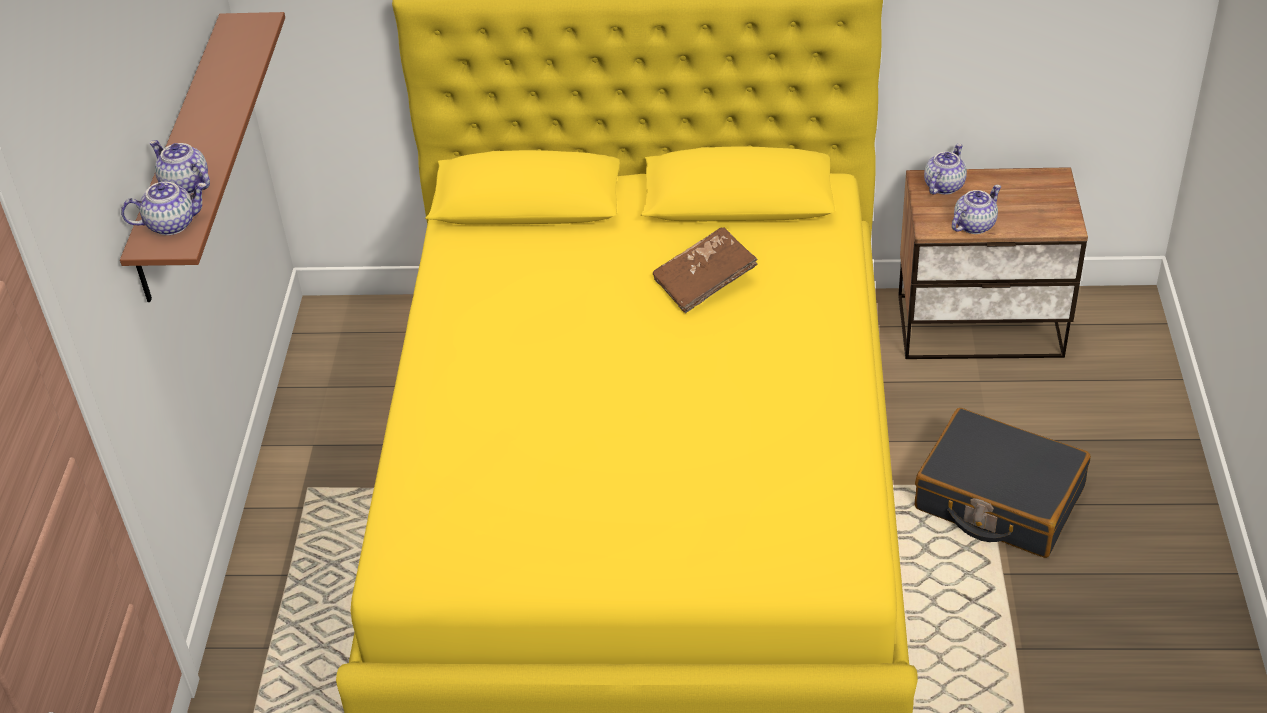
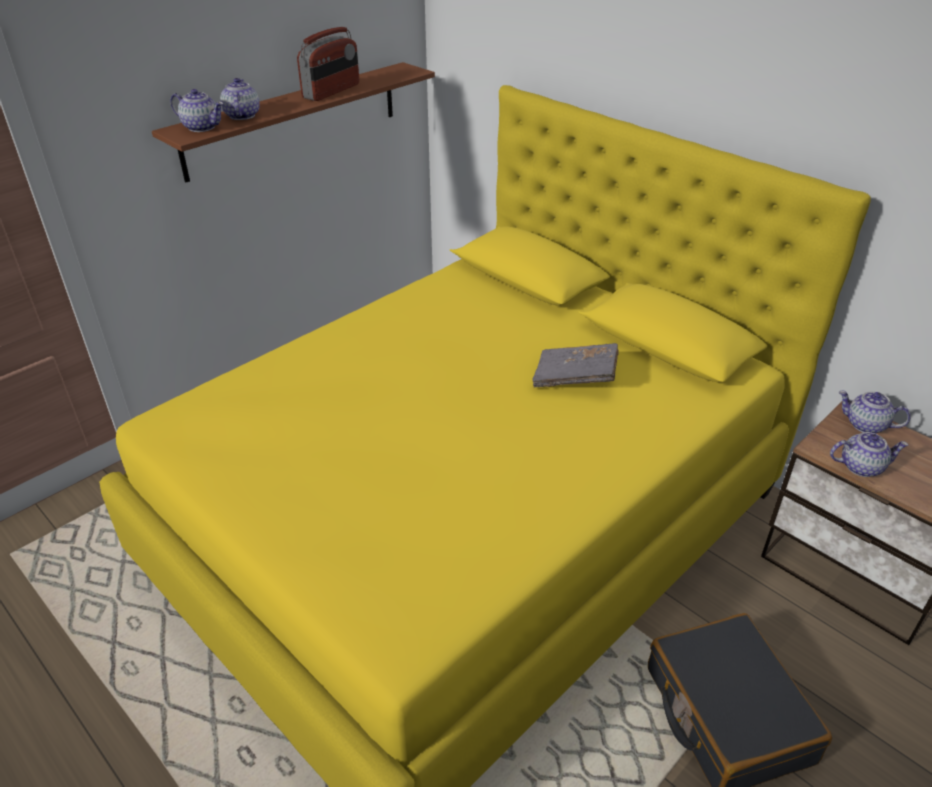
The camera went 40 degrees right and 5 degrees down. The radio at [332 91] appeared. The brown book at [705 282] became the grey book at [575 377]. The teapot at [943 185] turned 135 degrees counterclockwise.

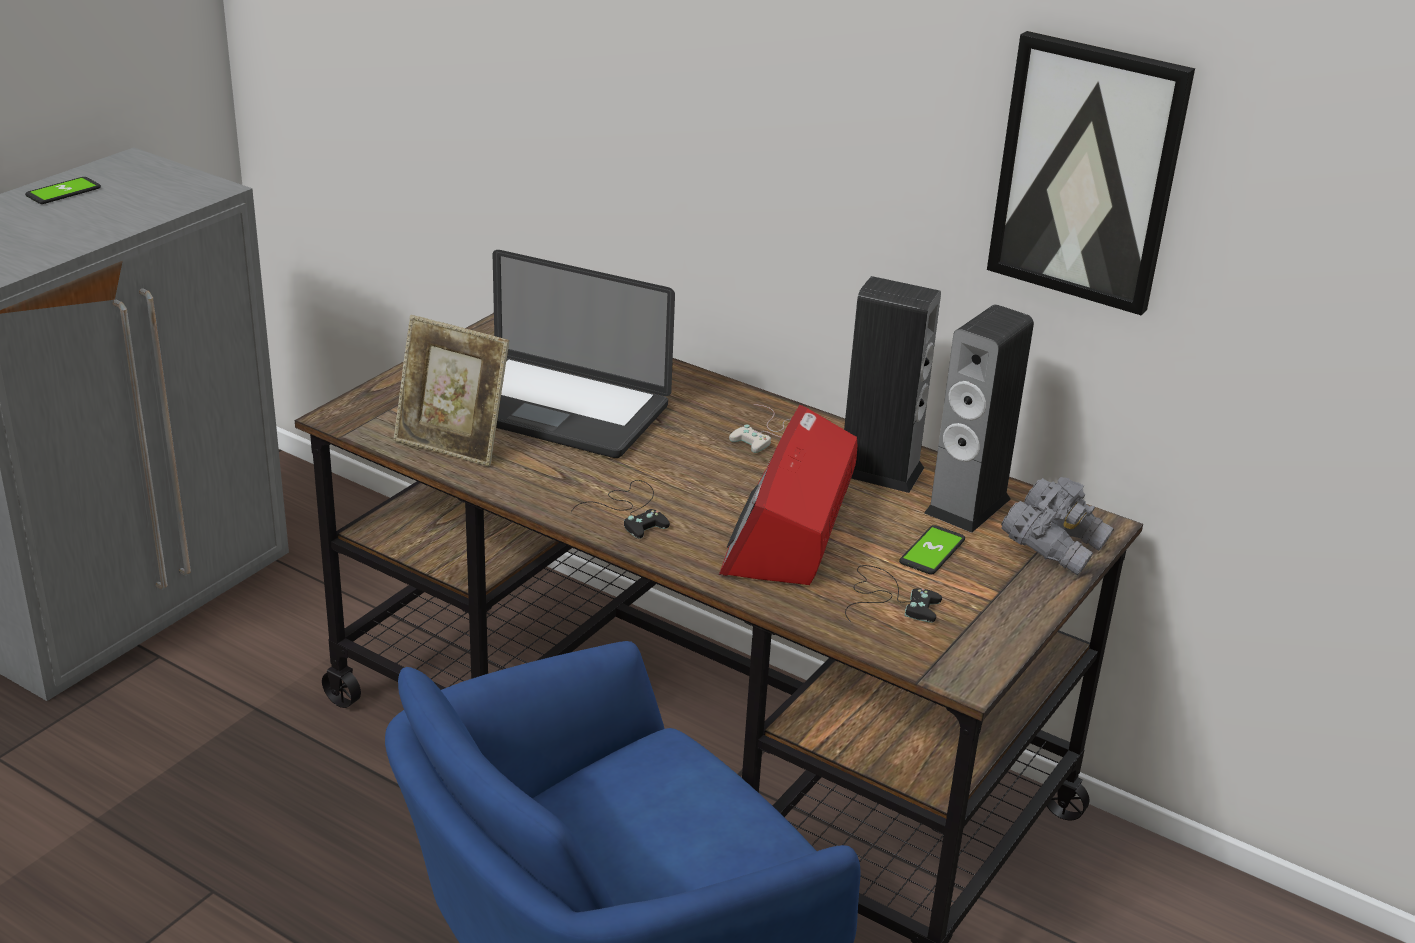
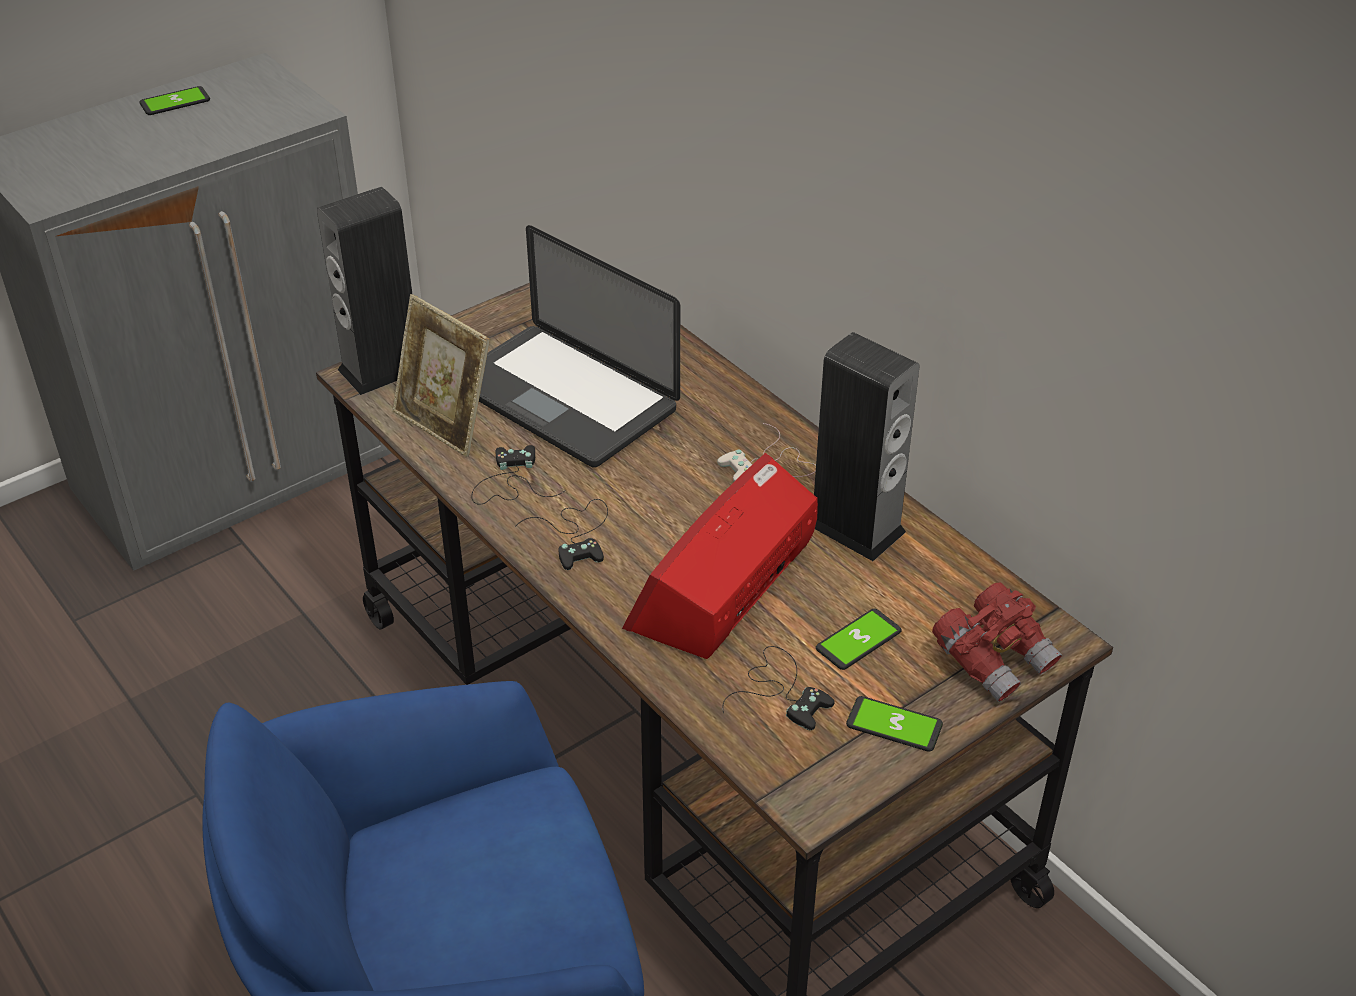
The camera went 20 degrees right and 10 degrees up. The speaker moved from [967 506] to [382 369]. The black game controller at [510 482] appeared. The phone at [894 725] appeared. The grey binoculars at [1053 547] became the red binoculars at [994 659]. The picture at [1087 172] disappeared.

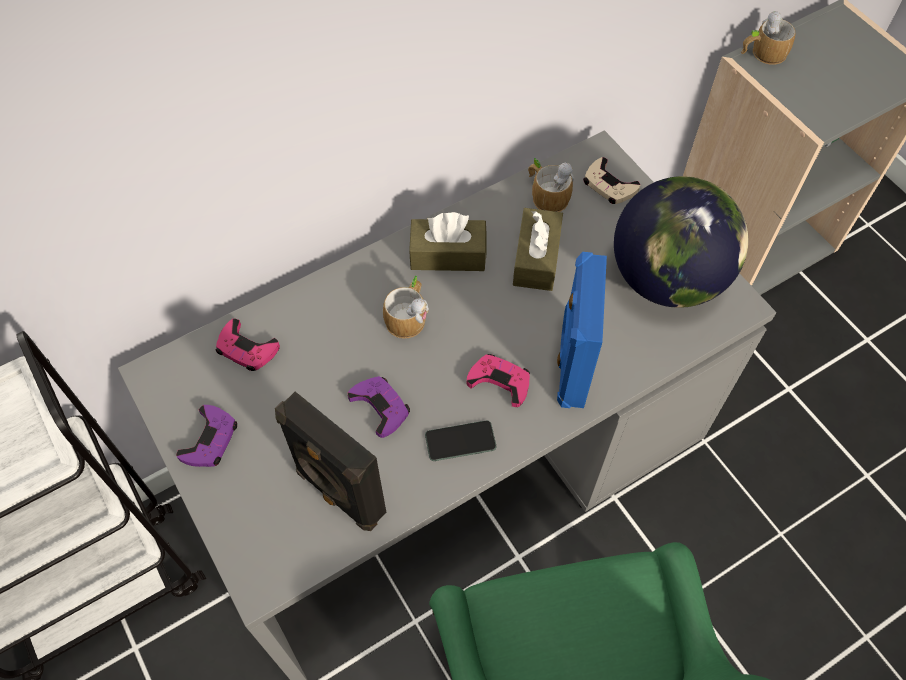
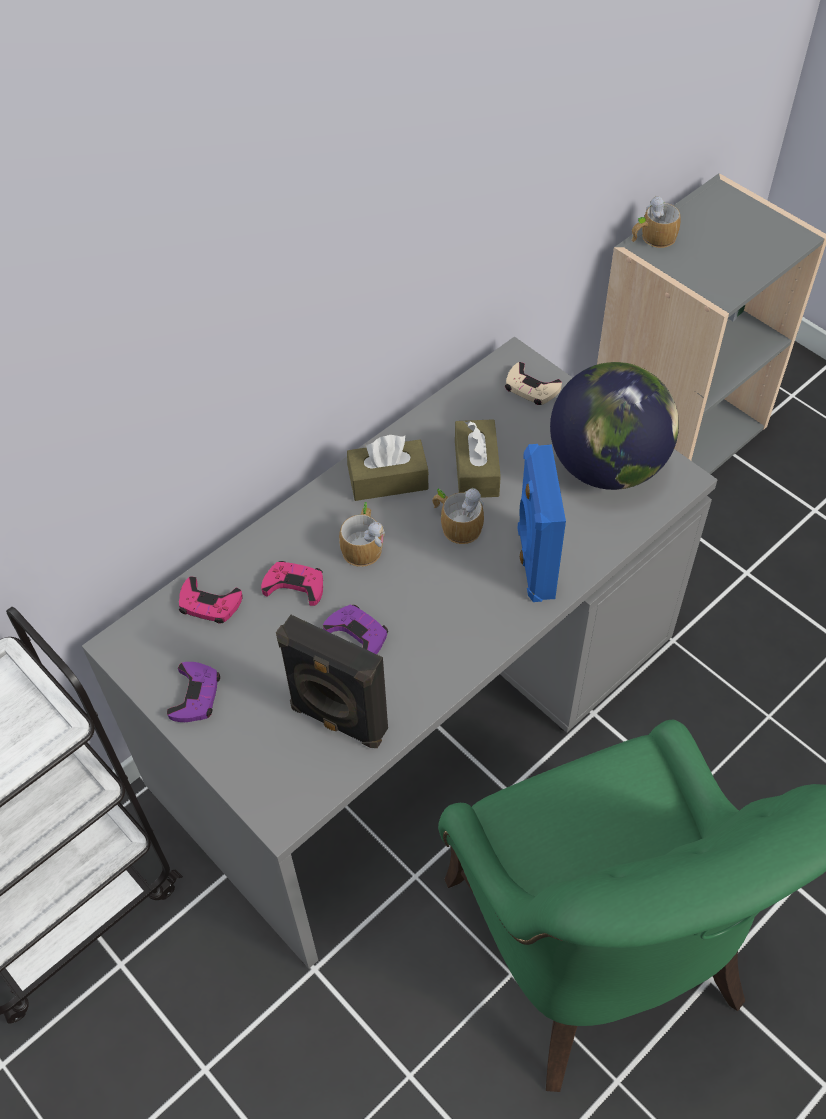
The camera went 10 degrees left and 5 degrees down. The pink game controller moved from [500 381] to [295 585]. The mug moved from [546 194] to [456 523]. The phone at [460 441] disappeared.

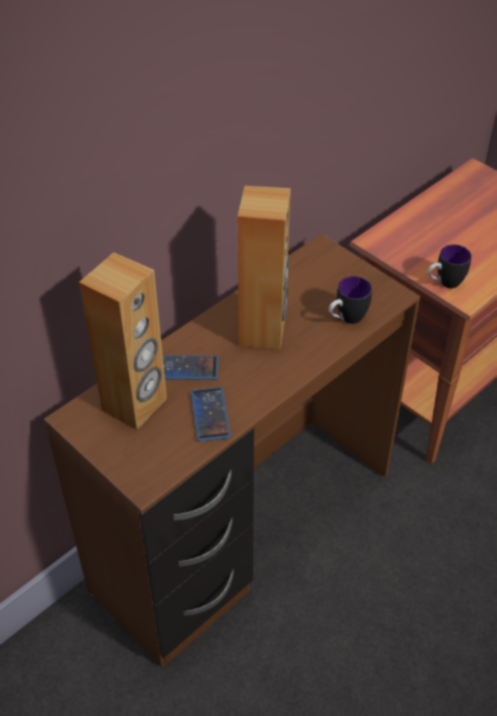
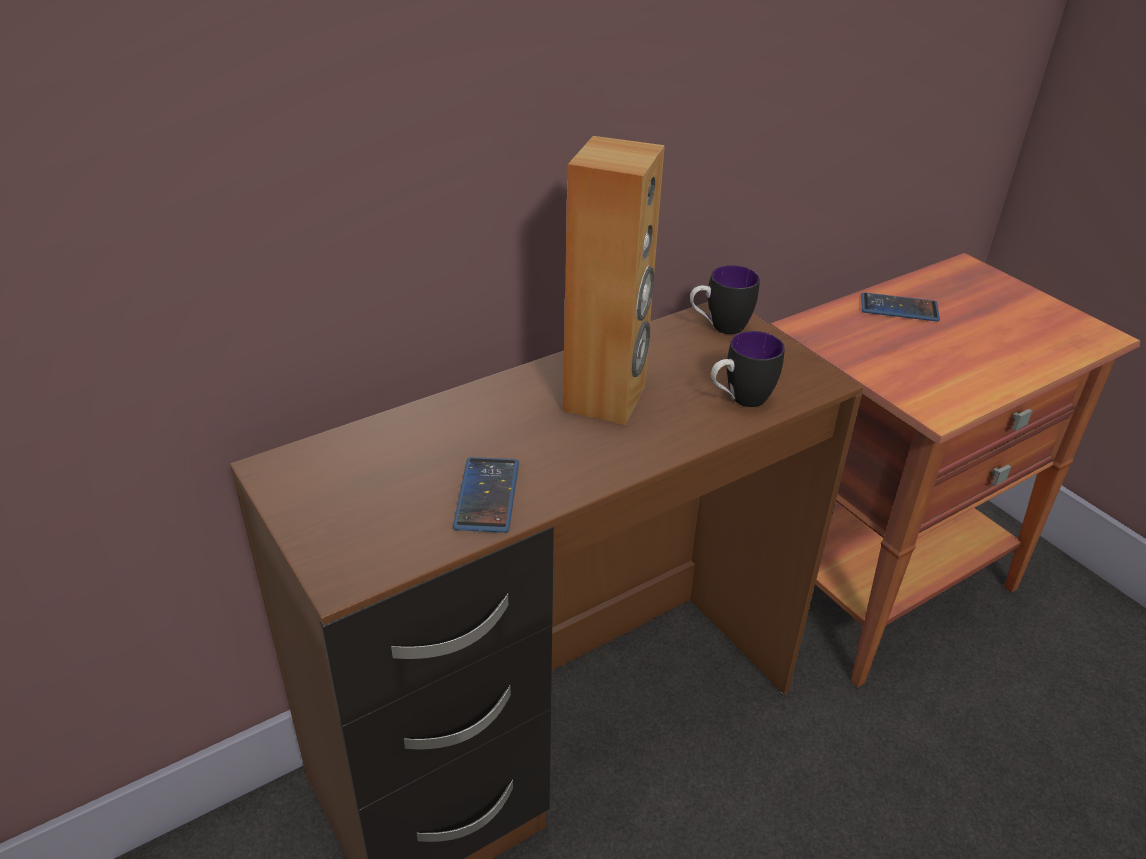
The camera went 10 degrees right and 10 degrees down. The mug moved from [444 283] to [719 327]. The phone moved from [186 368] to [899 308]. The brown speaker at [135 405] disappeared.

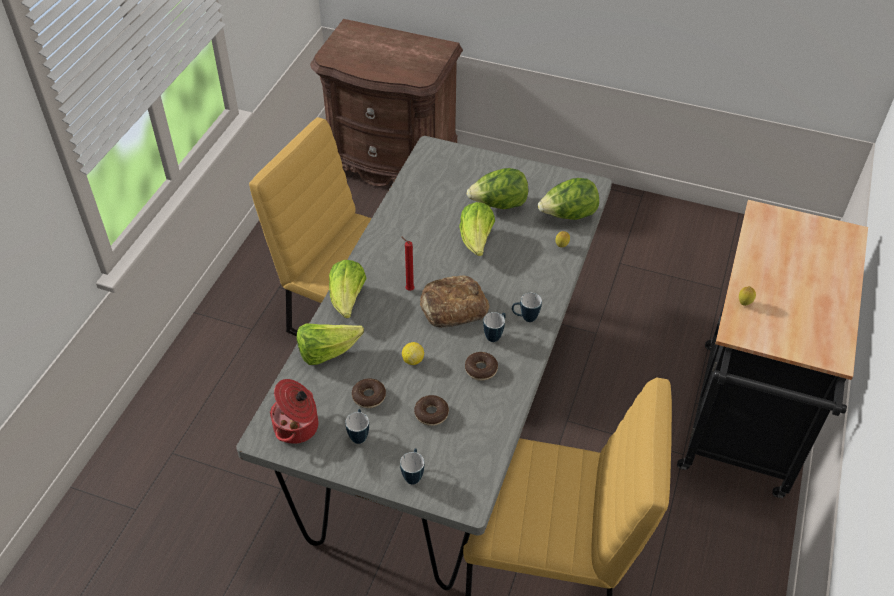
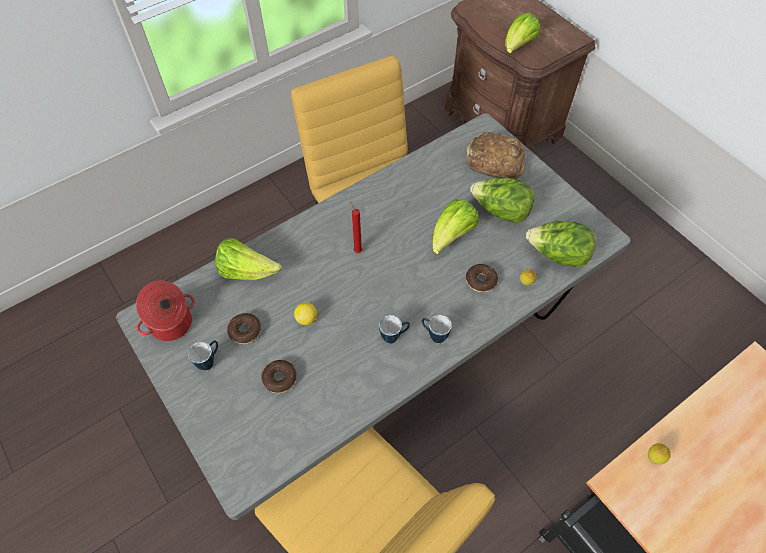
The camera went 35 degrees right and 10 degrees up. The bread moved from [452 307] to [494 161]. The donut moved from [481 369] to [481 281]. The lettuce moved from [347 300] to [518 46]. The mug at [413 474] disappeared.

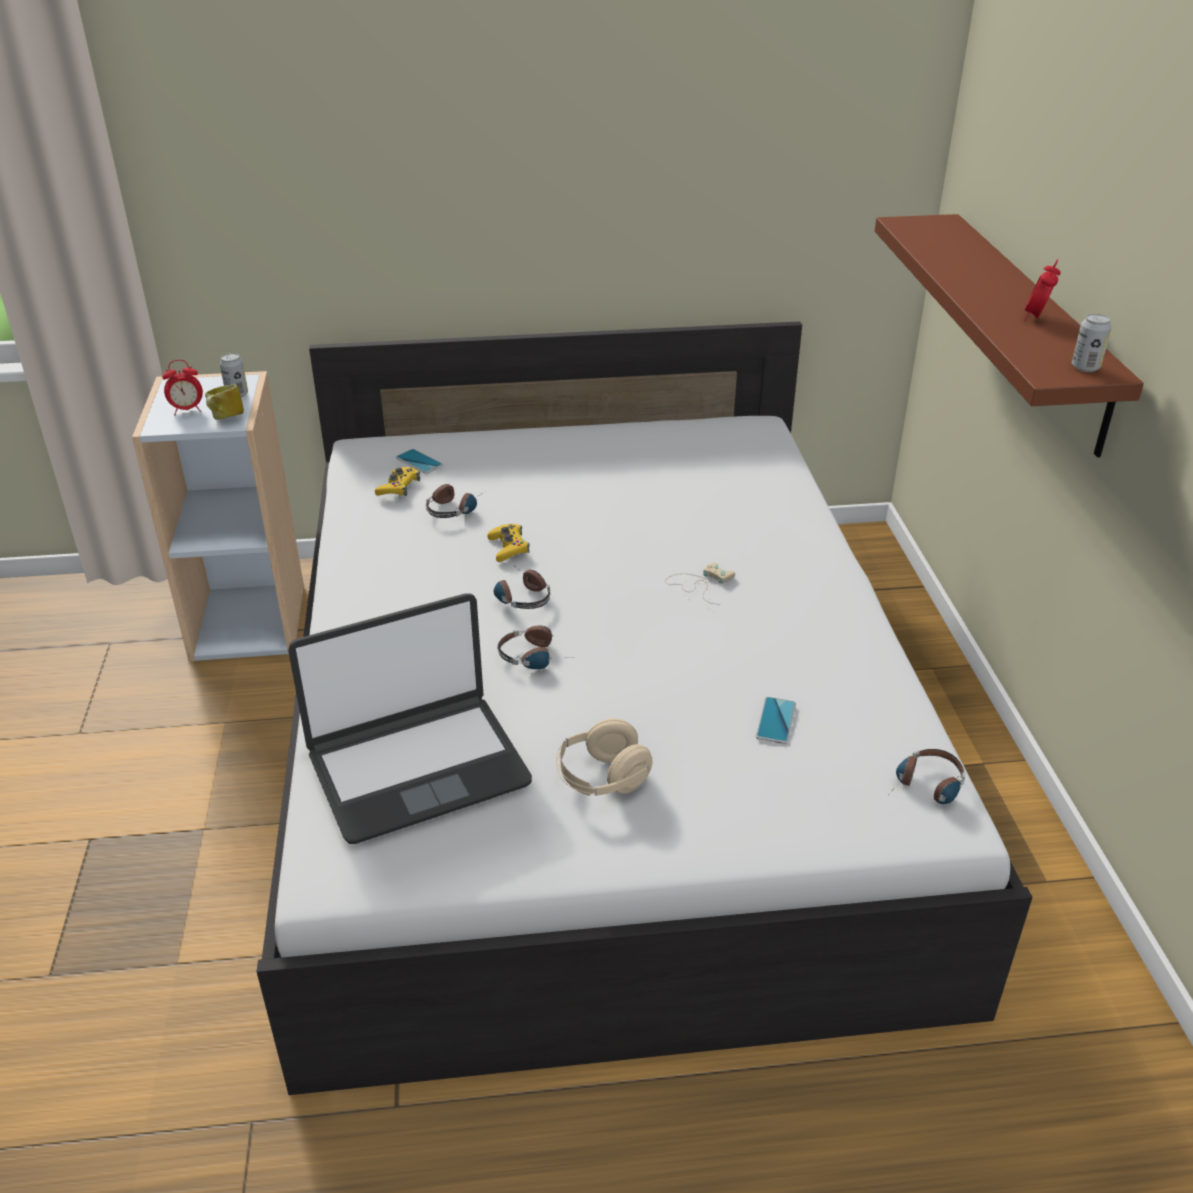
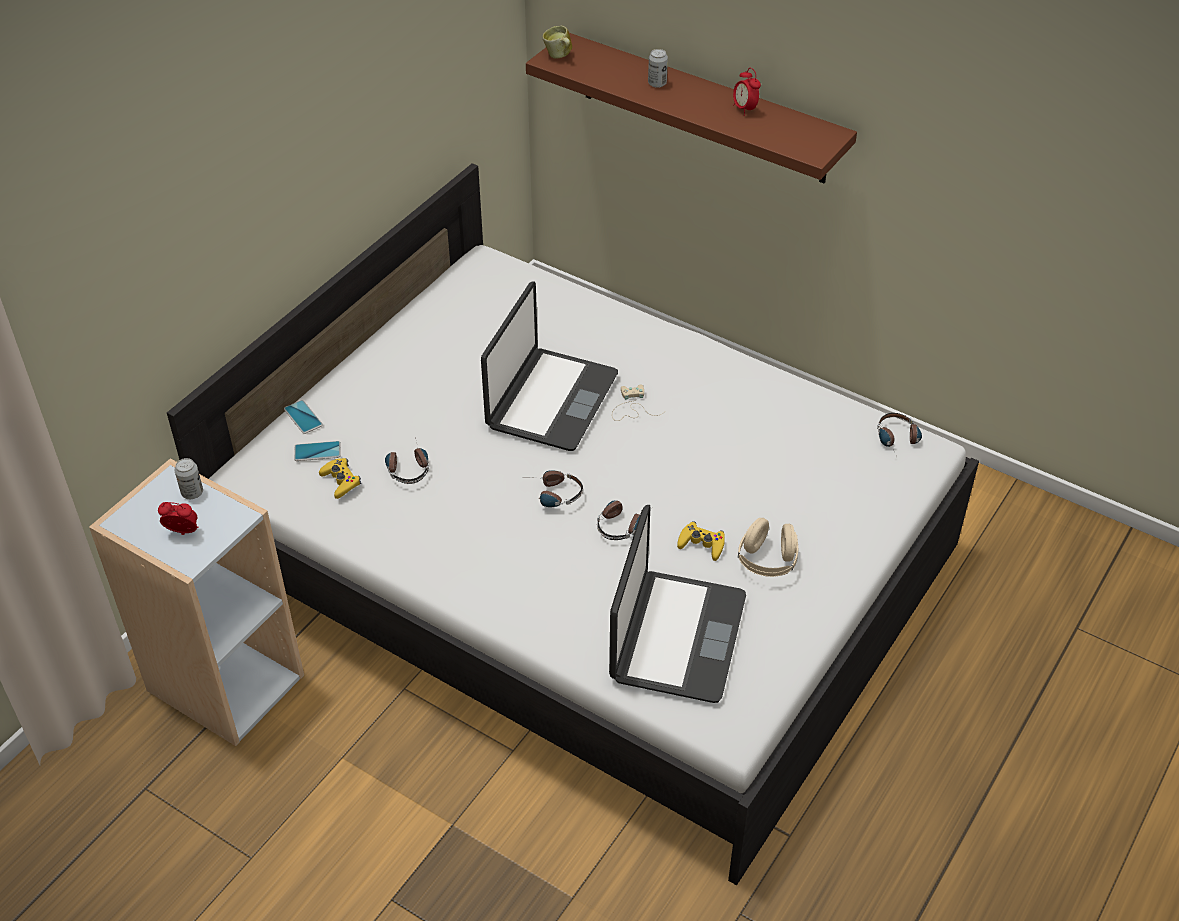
The camera went 50 degrees left and 10 degrees up. The alarm clock at [187 410] turned 105 degrees counterclockwise. The phone moved from [776 721] to [303 417]. The laptop at [550 400] appeared. The mug moved from [225 420] to [559 57]. The can moved from [1085 367] to [657 83]. The yellow game controller moved from [509 547] to [702 544].

